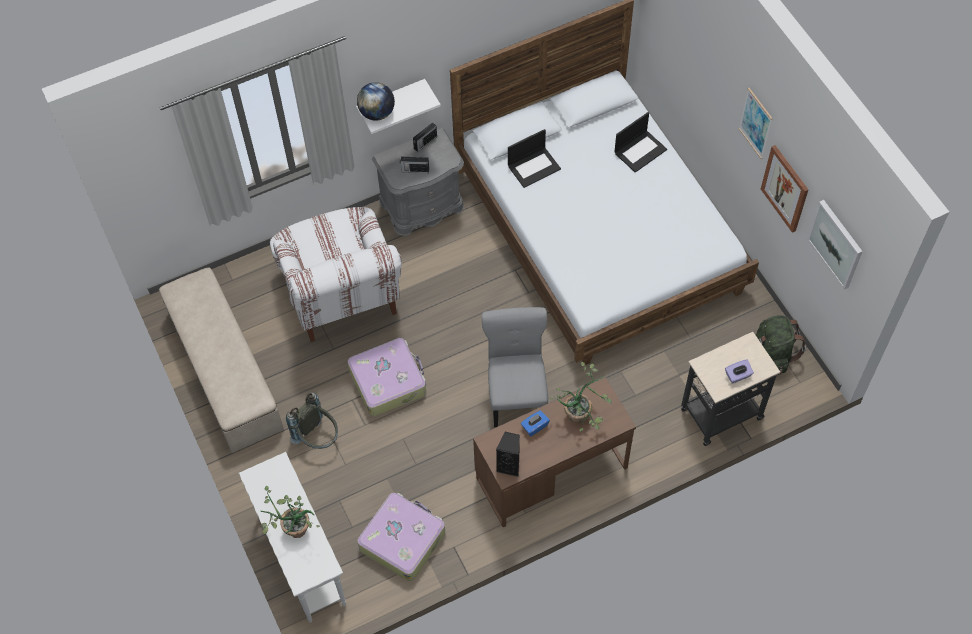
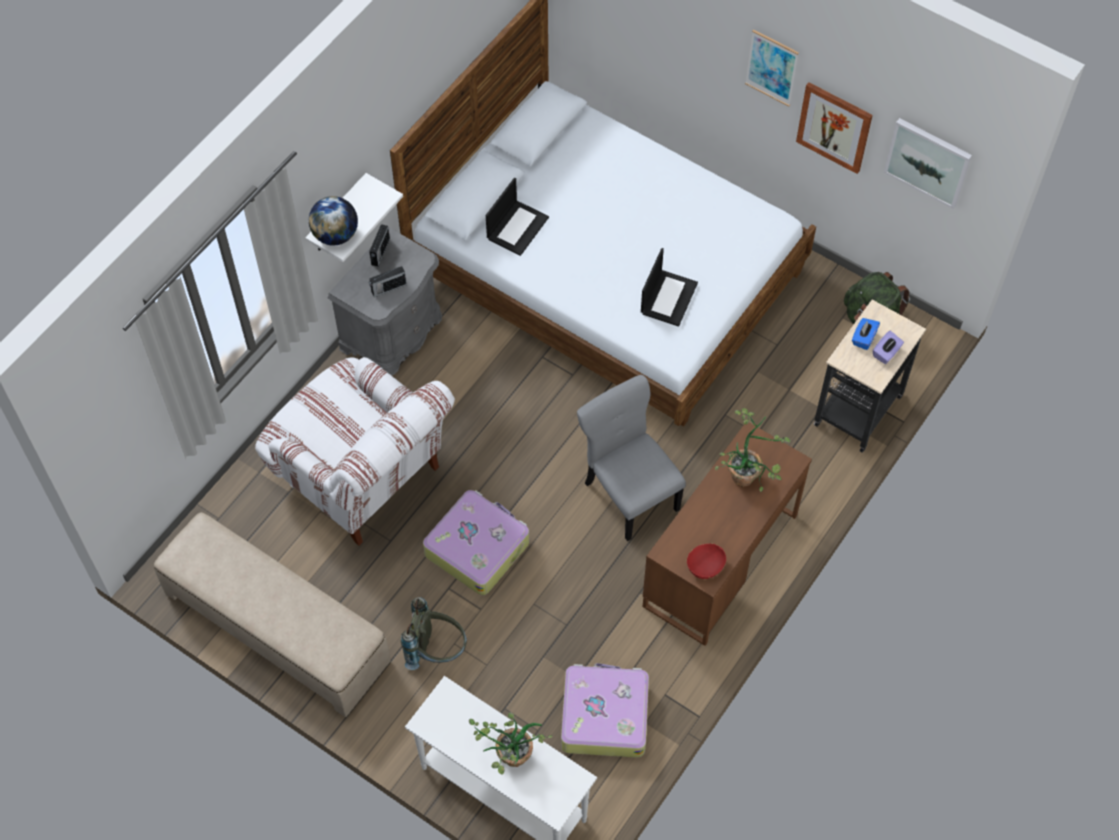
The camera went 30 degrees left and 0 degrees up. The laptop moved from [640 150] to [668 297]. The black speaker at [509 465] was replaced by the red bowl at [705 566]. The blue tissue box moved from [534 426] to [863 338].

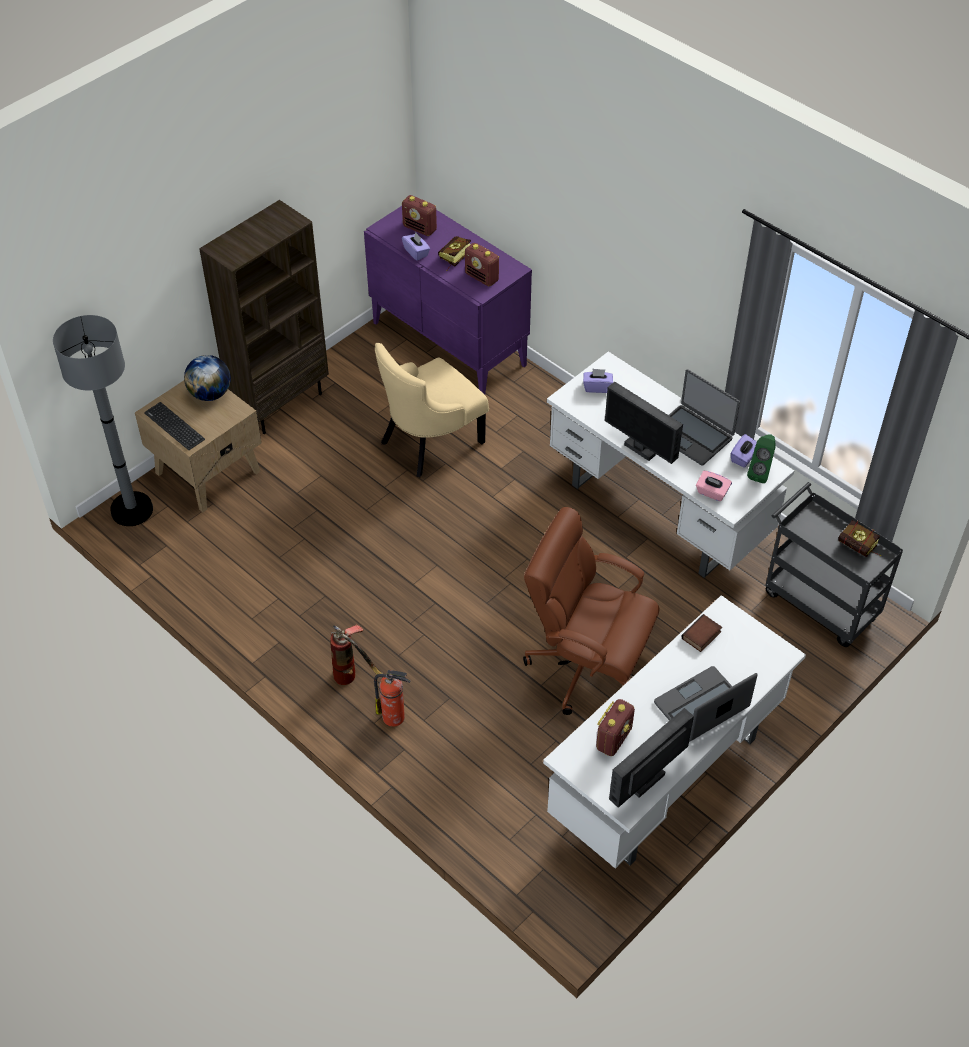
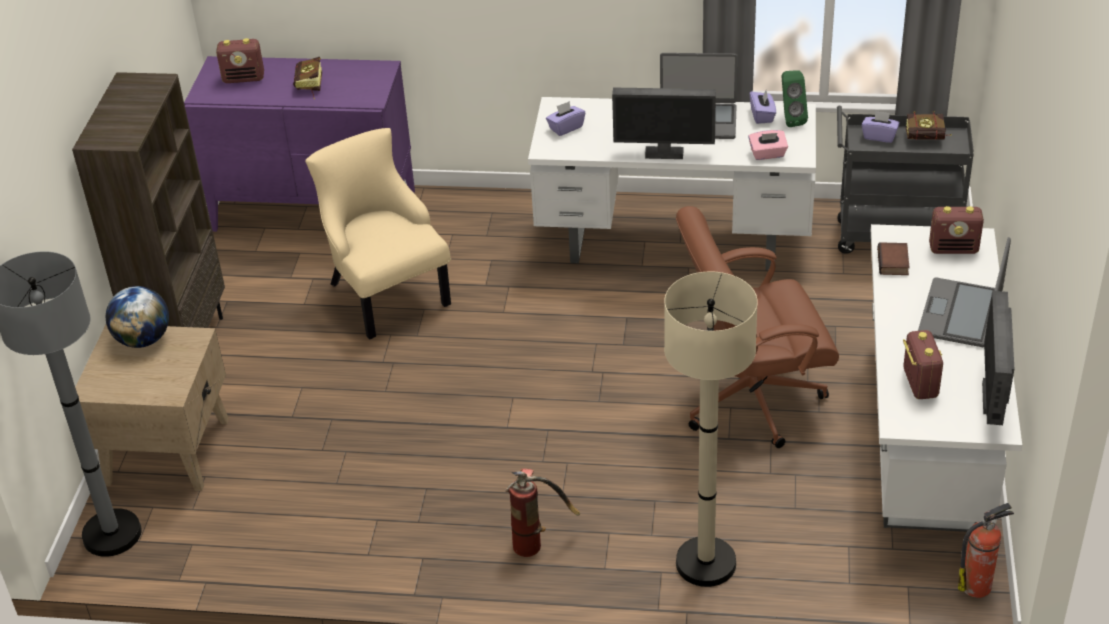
The camera went 35 degrees left and 10 degrees down. The beige chair at [432 440] turned 135 degrees clockwise. The beige floor lamp at [705 563] appeared. The purple tissue box moved from [416 252] to [879 136]. The radio moved from [482 277] to [954 249]. The fire extinguisher moved from [394 717] to [977 585]. The keyboard at [174 426] disappeared.

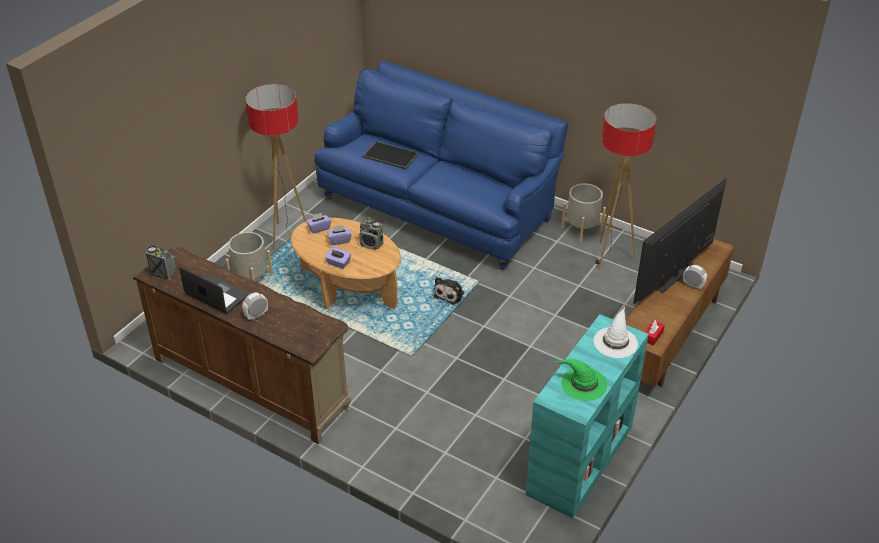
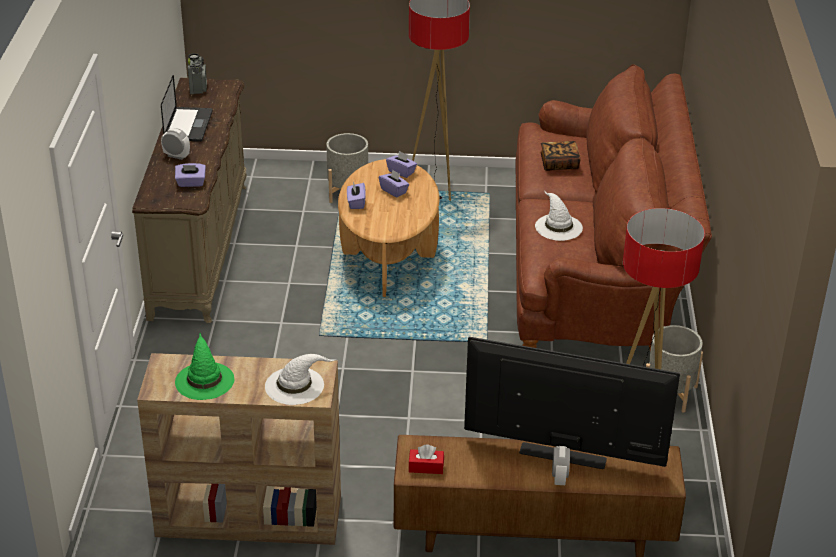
The camera went 60 degrees right and 5 degrees down. The turquoise bookcase at [581 460] became the brown bookcase at [249 517]. The purple tissue box at [191 183] appeared. The blue sofa at [440 204] became the brown sofa at [596 267]. The white hat at [558 226] appeared. The tray at [389 156] was replaced by the book at [559 164]. The radio at [371 244] disappeared. The plush toy at [450 294] disappeared.

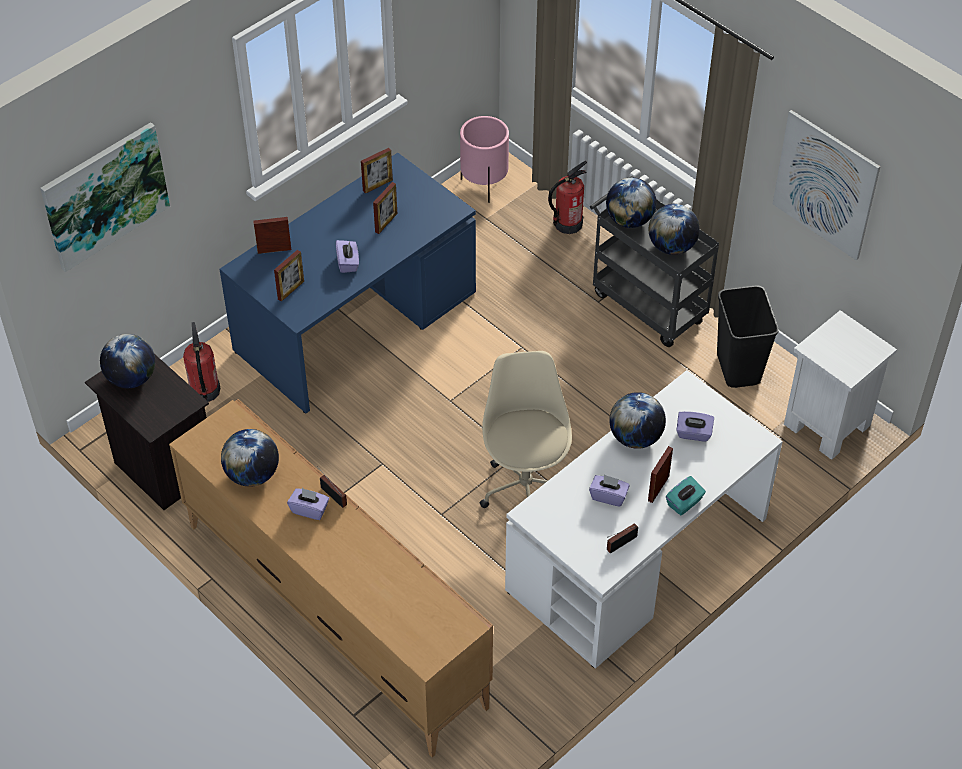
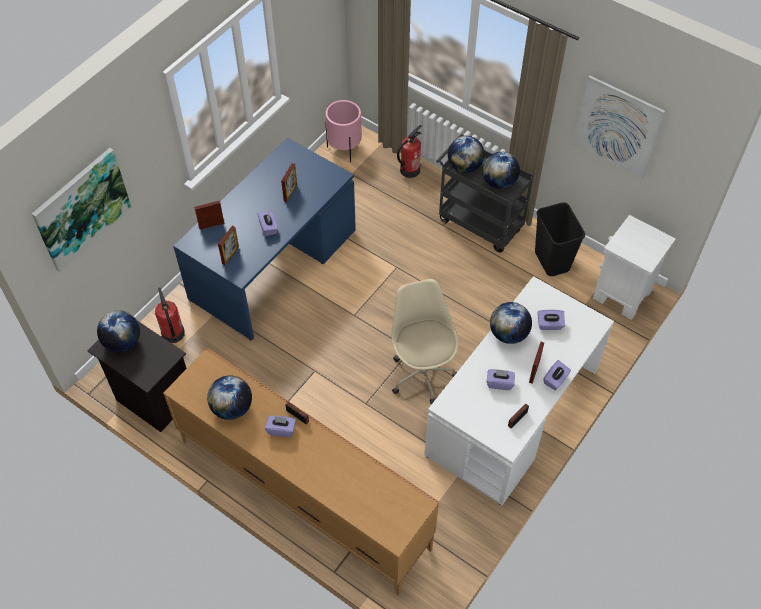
The camera went 10 degrees left and 5 degrees up. The turquoise tissue box at [684 503] became the purple tissue box at [555 380]. The picture frame at [377 185] disappeared.

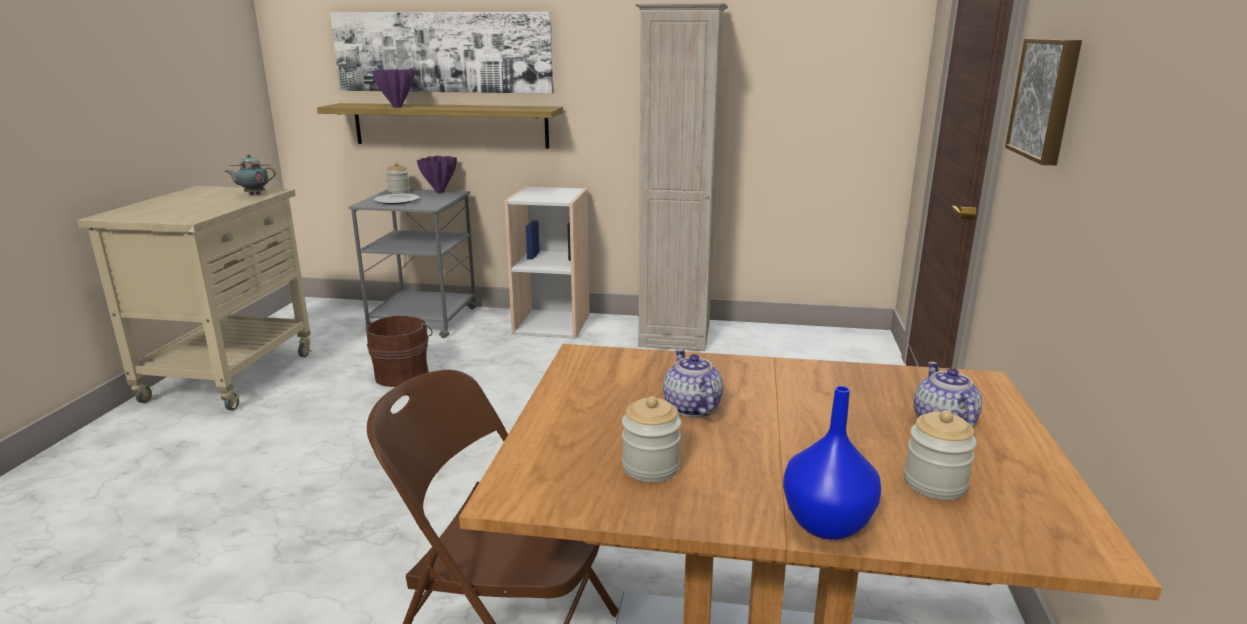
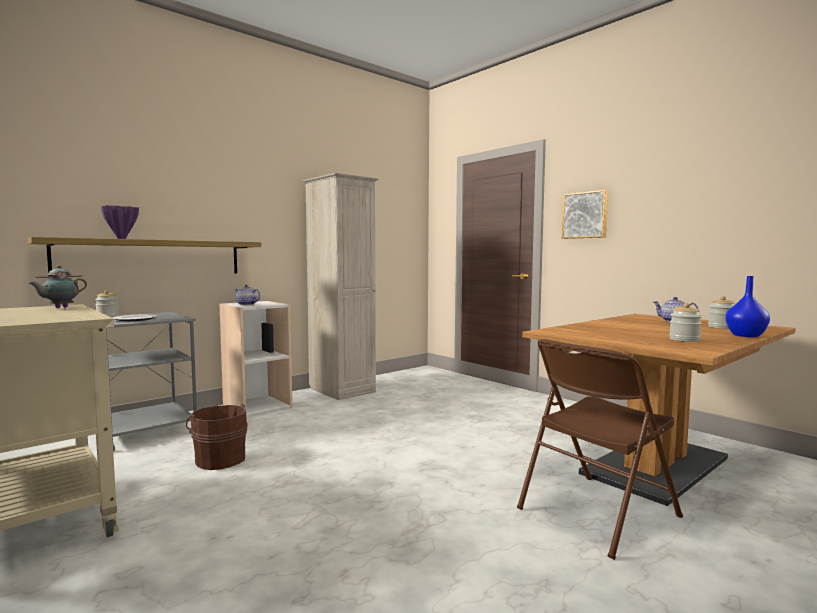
The camera went 50 degrees left and 15 degrees down. The teapot moved from [691 408] to [246 304]. The picture at [442 52] disappeared. The purple vase at [440 192] disappeared.

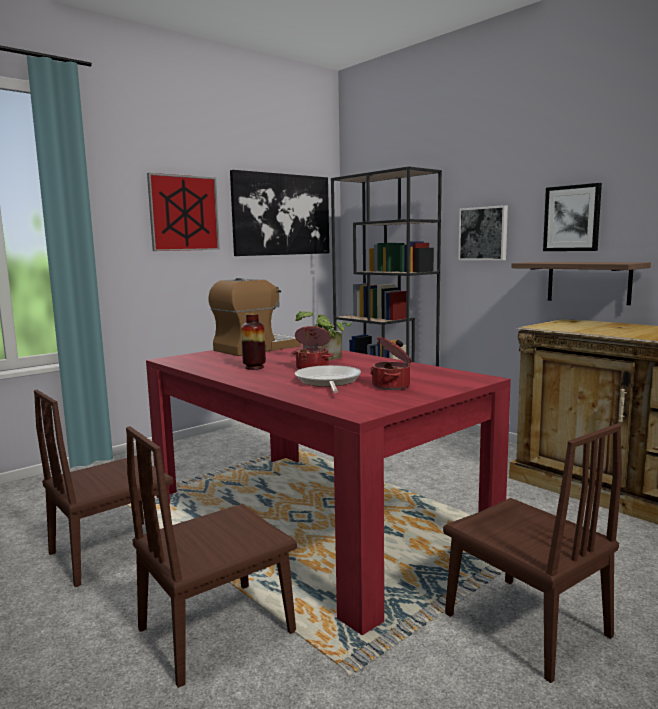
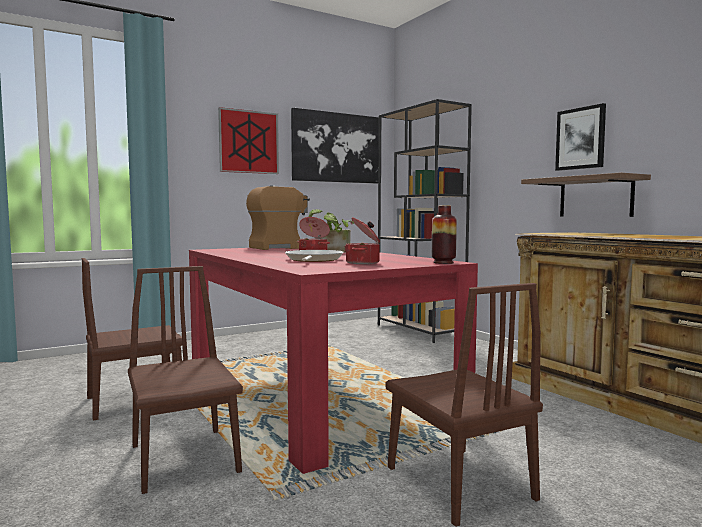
The camera went 10 degrees right and 5 degrees down. The brown chair at [217 630] turned 90 degrees clockwise. The vase moved from [254 367] to [443 263]. The picture at [483 233] disappeared.

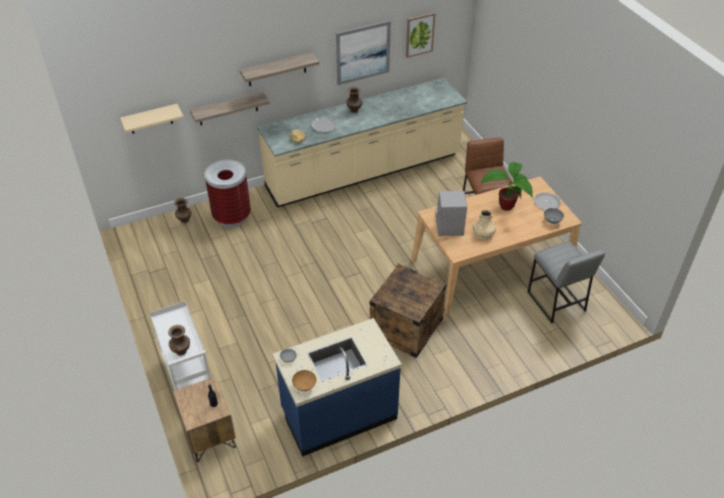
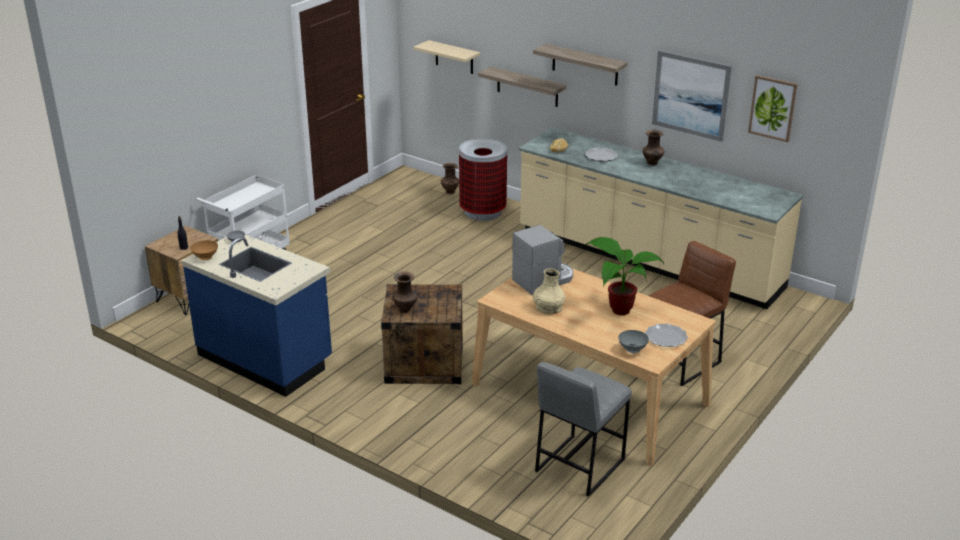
The camera went 60 degrees right and 15 degrees down. The brown vase moved from [181 351] to [405 309].

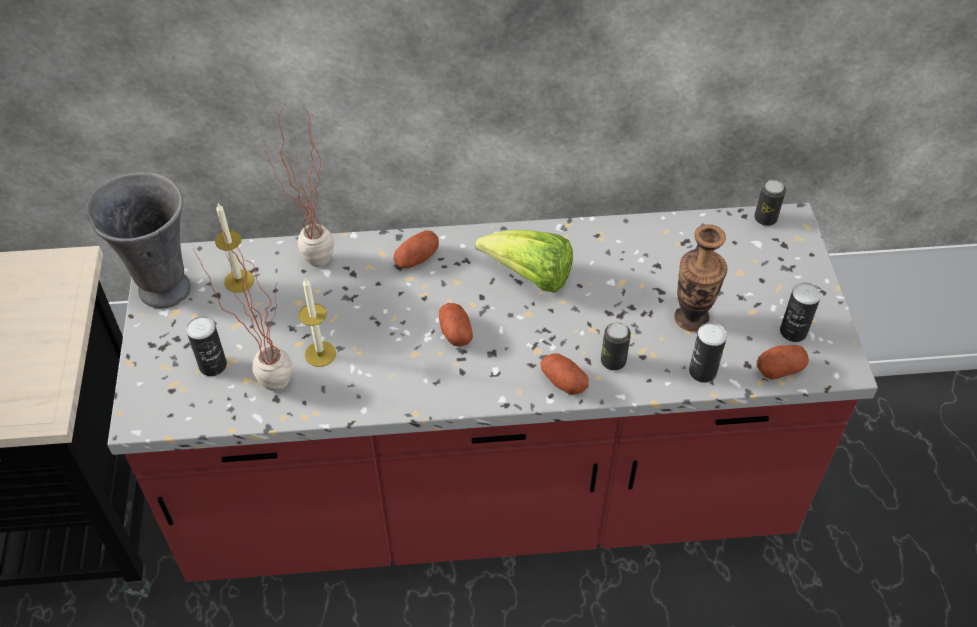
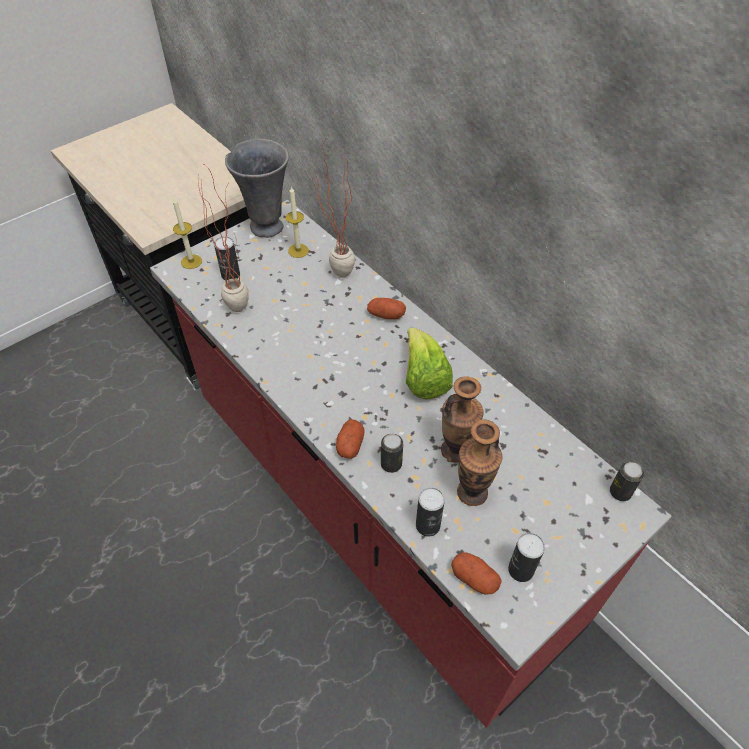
The camera went 55 degrees right and 0 degrees up. The candle moved from [320 354] to [191 261]. The vase at [455 450] appeared. The potato at [455 332] disappeared.

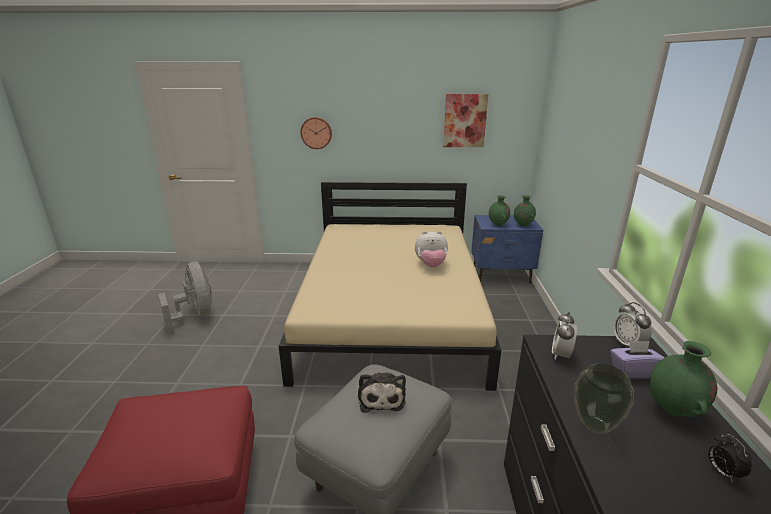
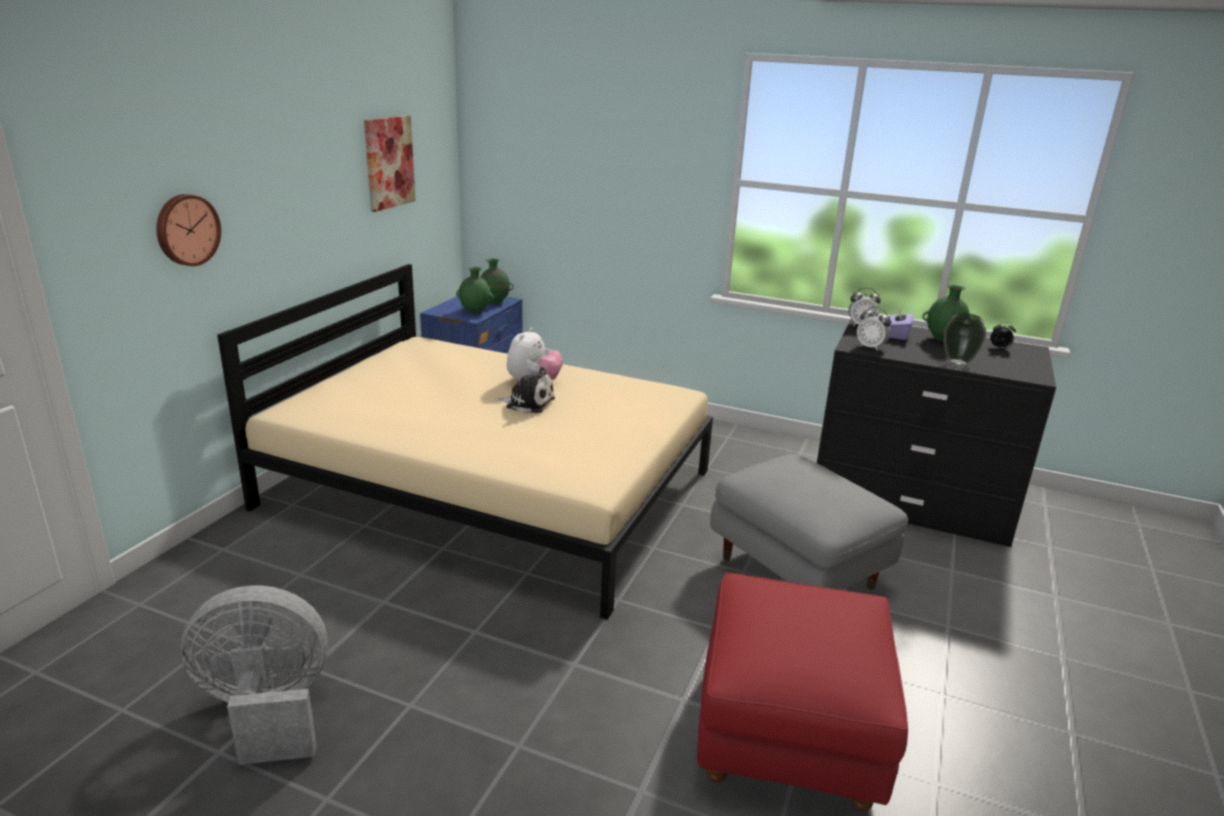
The camera went 70 degrees left and 0 degrees up. The plush toy moved from [381 397] to [527 403].

